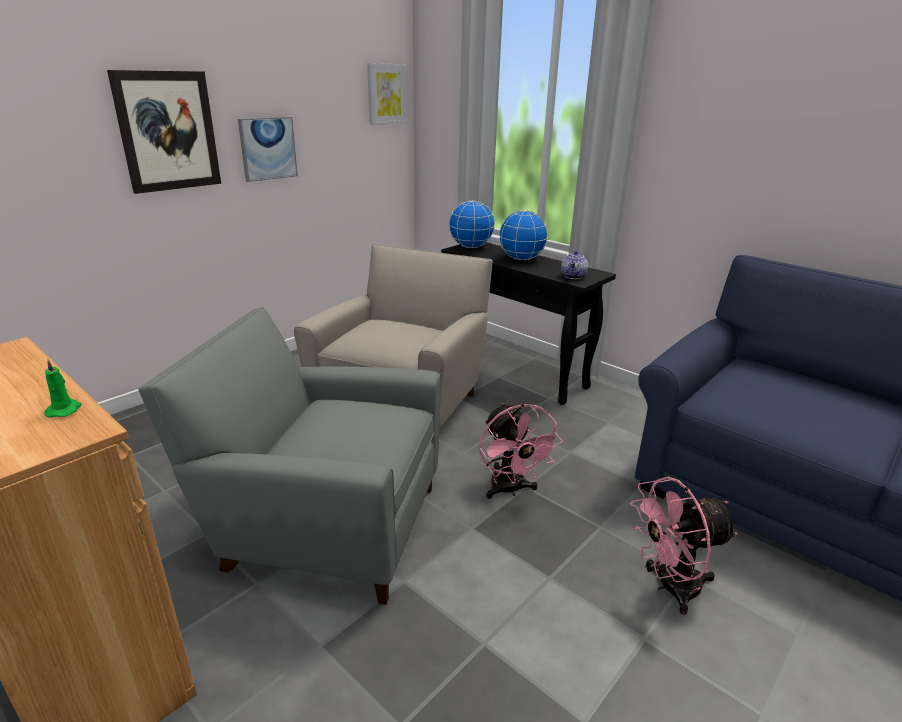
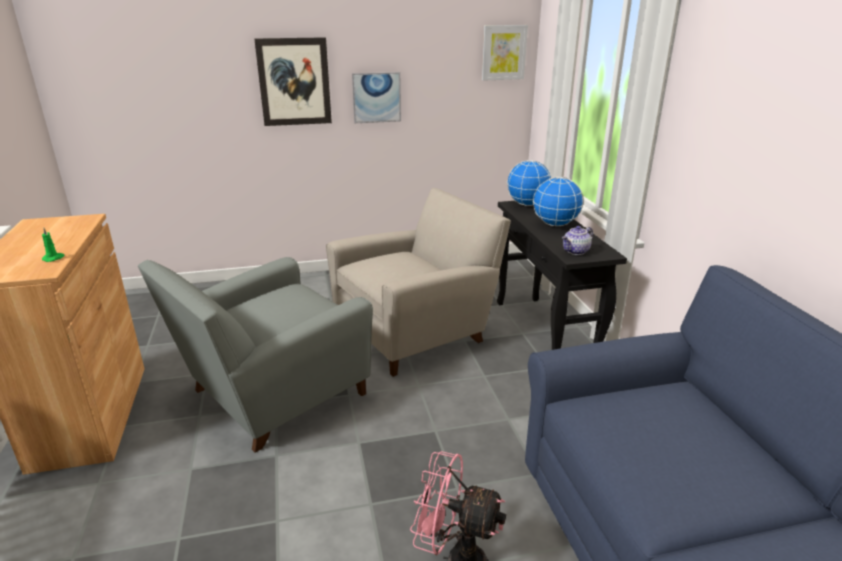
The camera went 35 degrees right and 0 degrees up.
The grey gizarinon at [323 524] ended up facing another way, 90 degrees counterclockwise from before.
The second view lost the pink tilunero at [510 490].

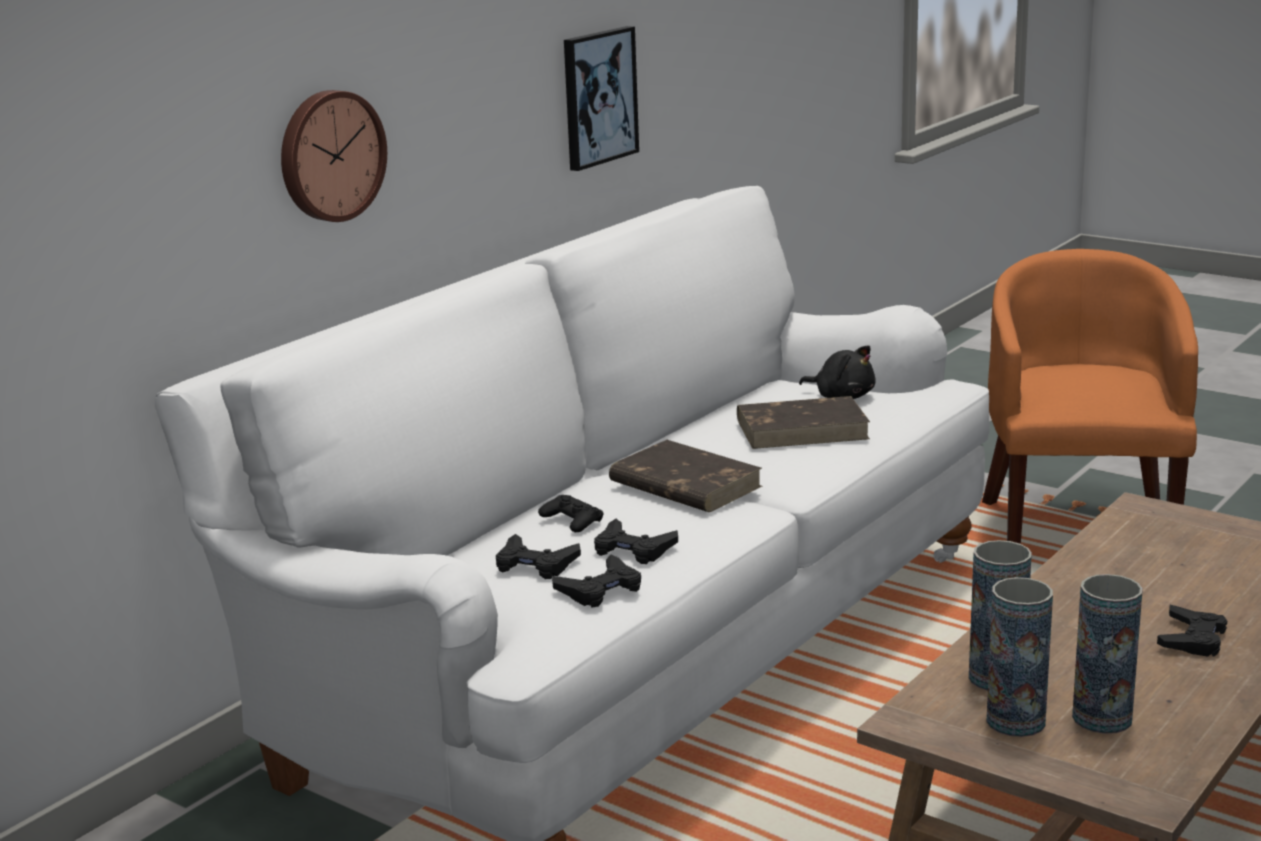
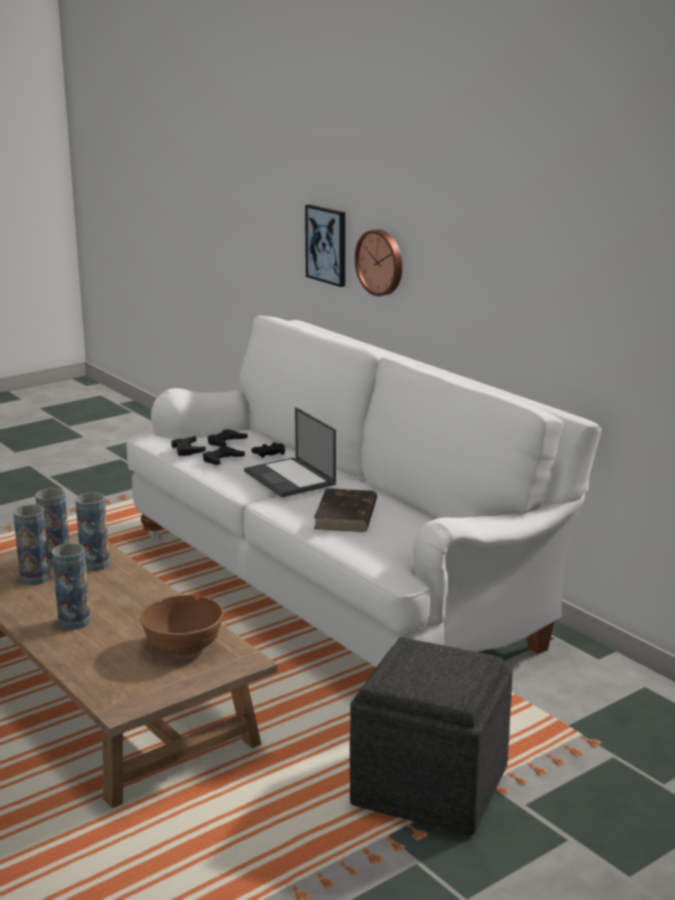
The camera went 105 degrees right and 0 degrees up.
The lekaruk ended up elsewhere, having gone from [598 97] to [327 245].
Where the orange gizarinon stood at [1079 529], the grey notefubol came to stand at [431 786].
The second view lost the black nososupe at [842 396].
Where the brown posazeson stood at [684 484], the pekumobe came to stand at [290 478].
Where the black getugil stood at [1192 639], the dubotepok came to stand at [74 622].
The second view gained the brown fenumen at [183 647].

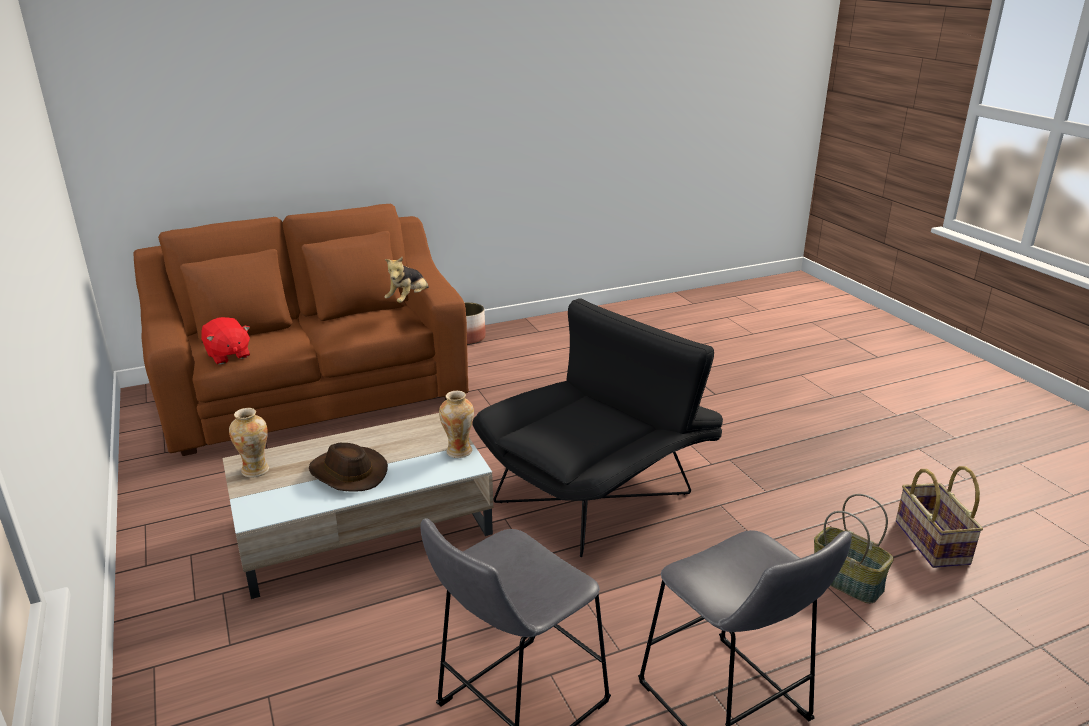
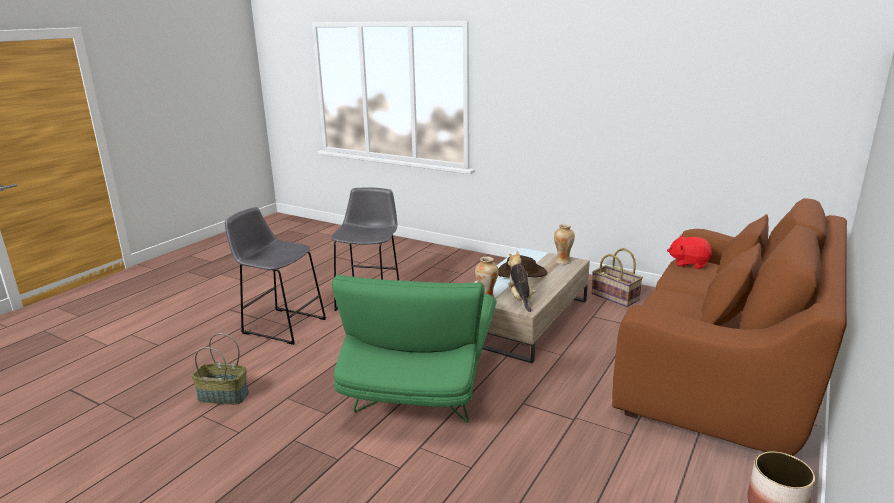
The camera went 145 degrees right and 5 degrees down.
The nososupe ended up elsewhere, having gone from [408 299] to [520 298].
What was the black gizarinon at [600 489] turned into the green gizarinon at [420 389].
The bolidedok ended up elsewhere, having gone from [930 542] to [615 297].

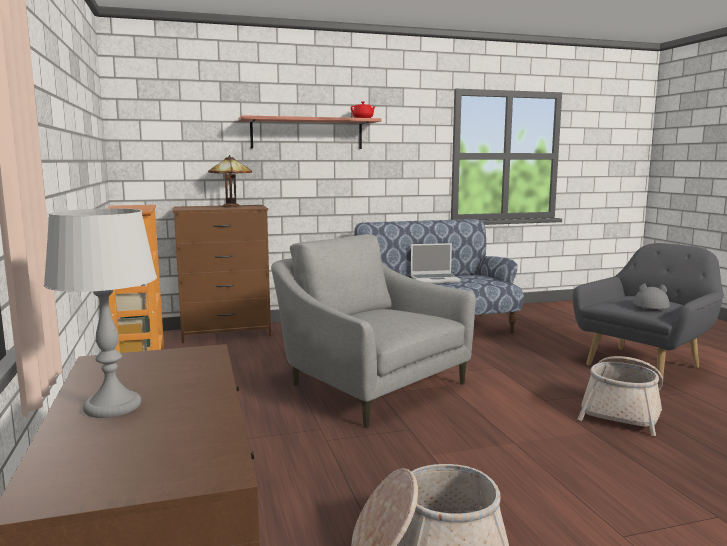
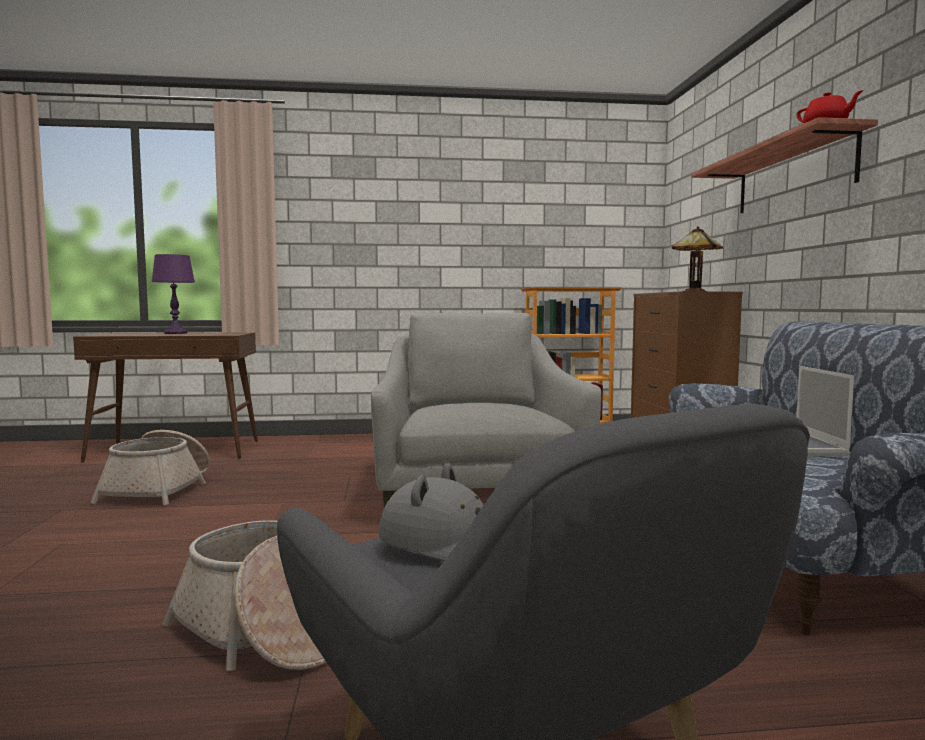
The camera went 100 degrees right and 5 degrees down.
What was the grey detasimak at [113 407] turned into the purple detasimak at [175 333].
The grey gizarinon at [368 385] ended up facing another way, 60 degrees counterclockwise from before.

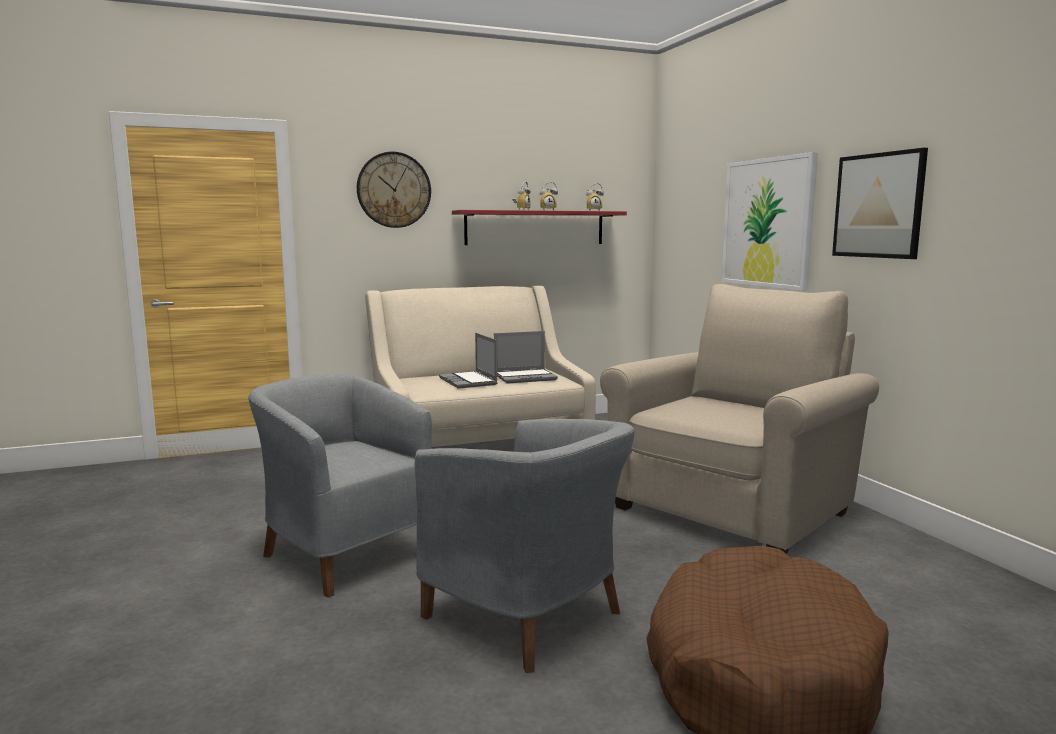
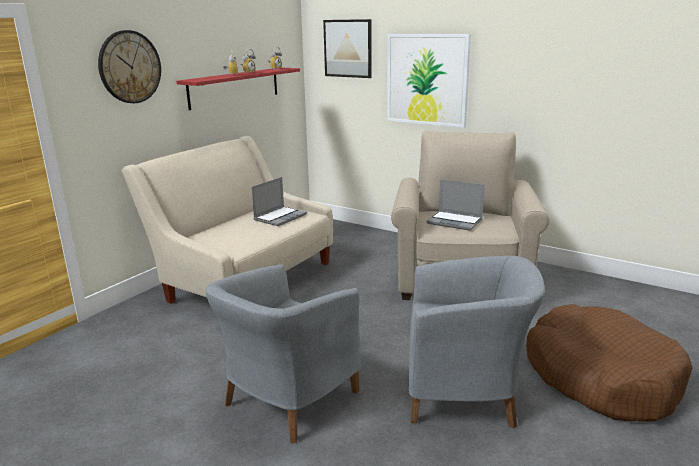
The camera went 35 degrees left and 10 degrees up.
The lekaruk ended up elsewhere, having gone from [878 205] to [348 48].
The pekumobe ended up elsewhere, having gone from [469 381] to [455 221].
The grey gizarinon at [343 552] ended up facing another way, 60 degrees counterclockwise from before.

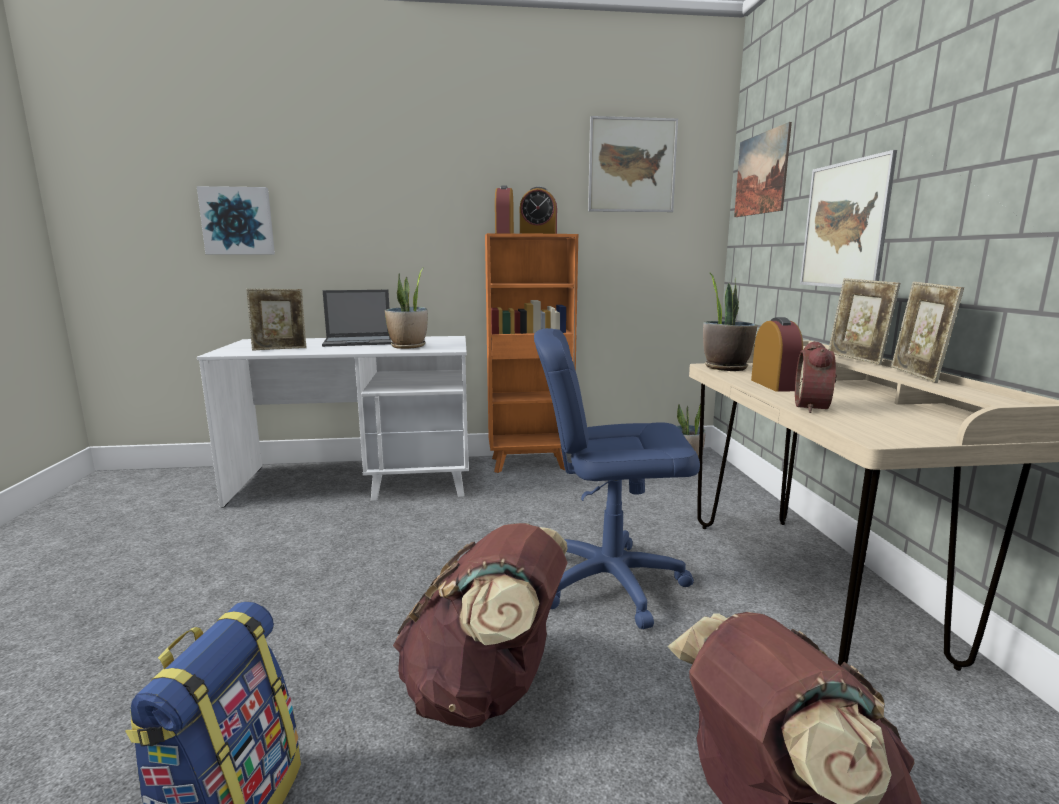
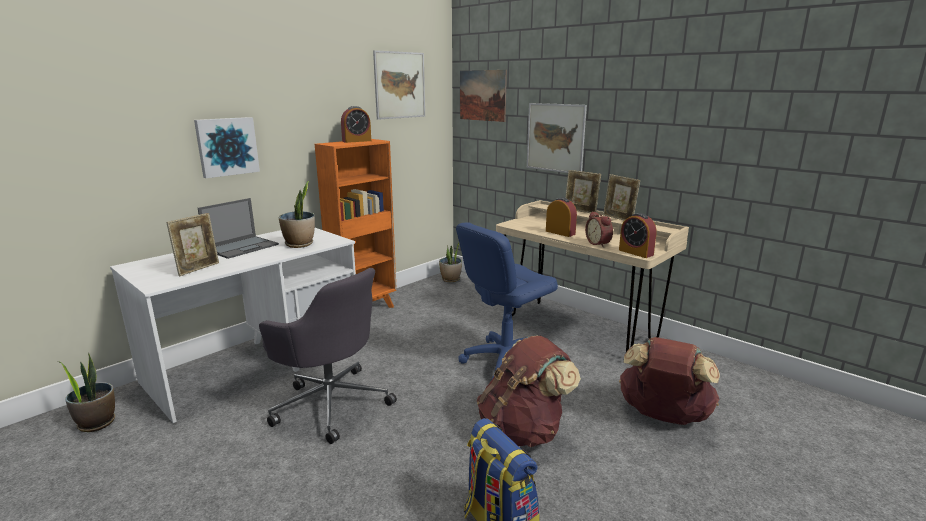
The camera went 40 degrees left and 5 degrees up.
The lekaruk ended up elsewhere, having gone from [238 221] to [227 146].
The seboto ended up elsewhere, having gone from [504 233] to [636 252].
The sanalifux ended up elsewhere, having gone from [725 368] to [97 423].
The second view gained the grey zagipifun at [331 403].

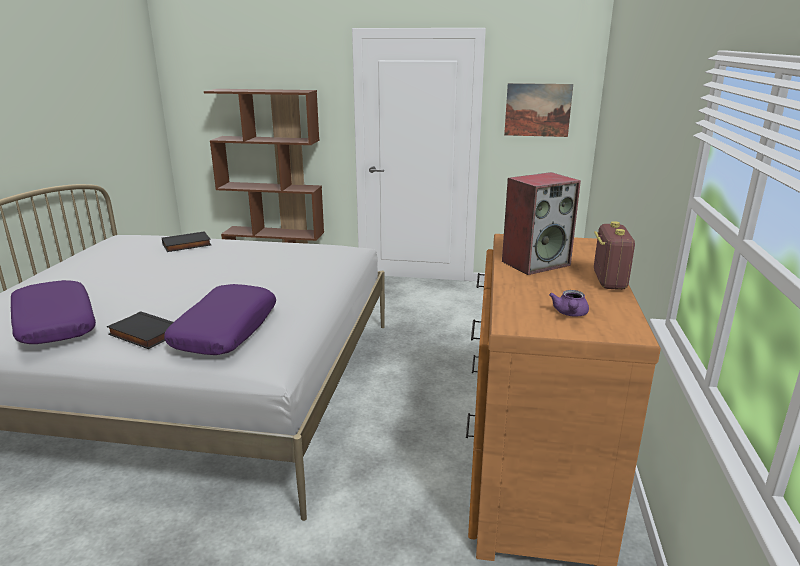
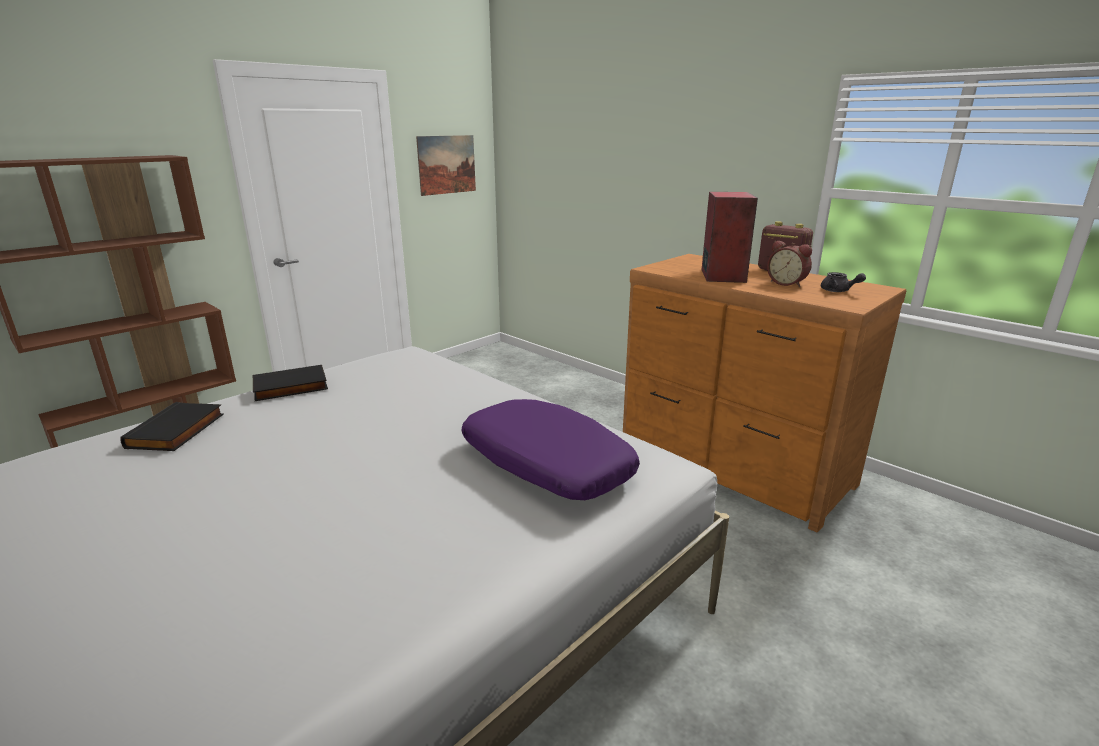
The camera went 55 degrees left and 0 degrees up.
The second view lost the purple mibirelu at [54 323].
What was the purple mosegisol at [570 314] turned into the grey mosegisol at [838 291].
The black posazeson ended up elsewhere, having gone from [143 334] to [290 388].
The second view gained the seboto at [787 283].

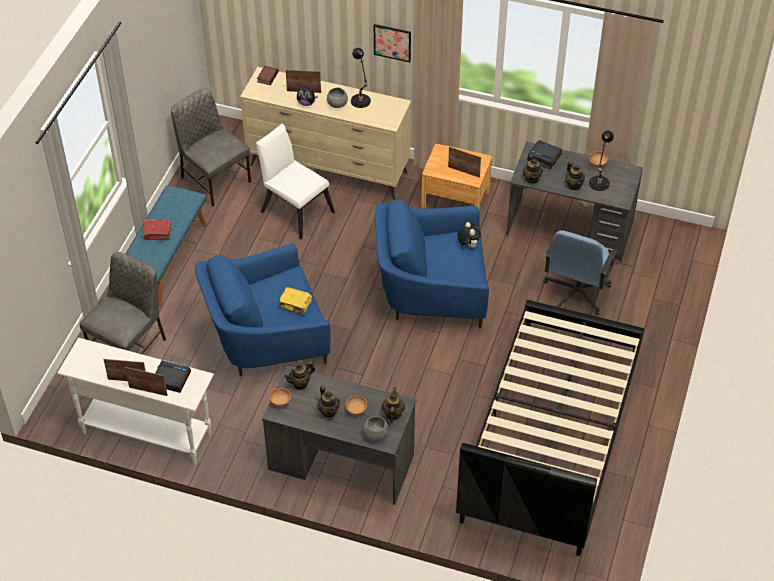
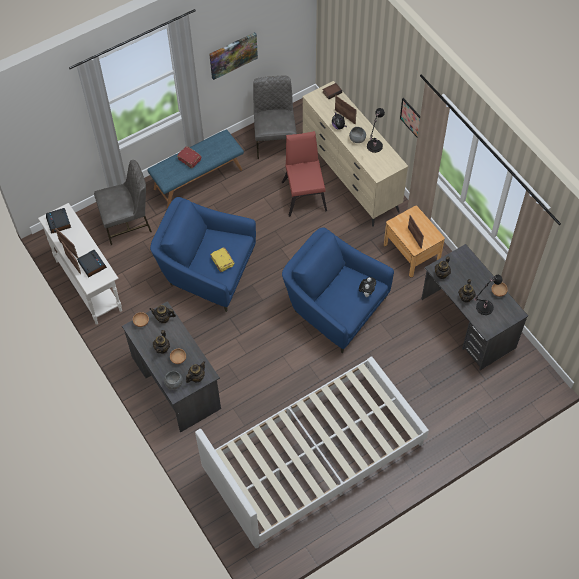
The camera went 40 degrees right and 10 degrees up.
What was the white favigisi at [295 209] turned into the red favigisi at [304 193].
The seboto ended up elsewhere, having gone from [544 157] to [59 223].
The second view lost the blue zagipifun at [576 293].
What was the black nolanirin at [550 436] turned into the white nolanirin at [314 458].
The second view gained the lekaruk at [233 55].

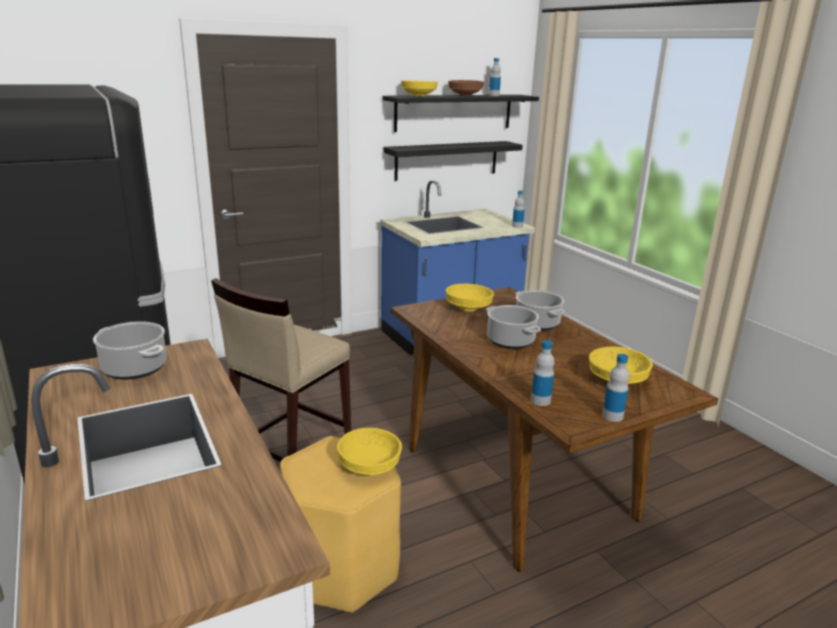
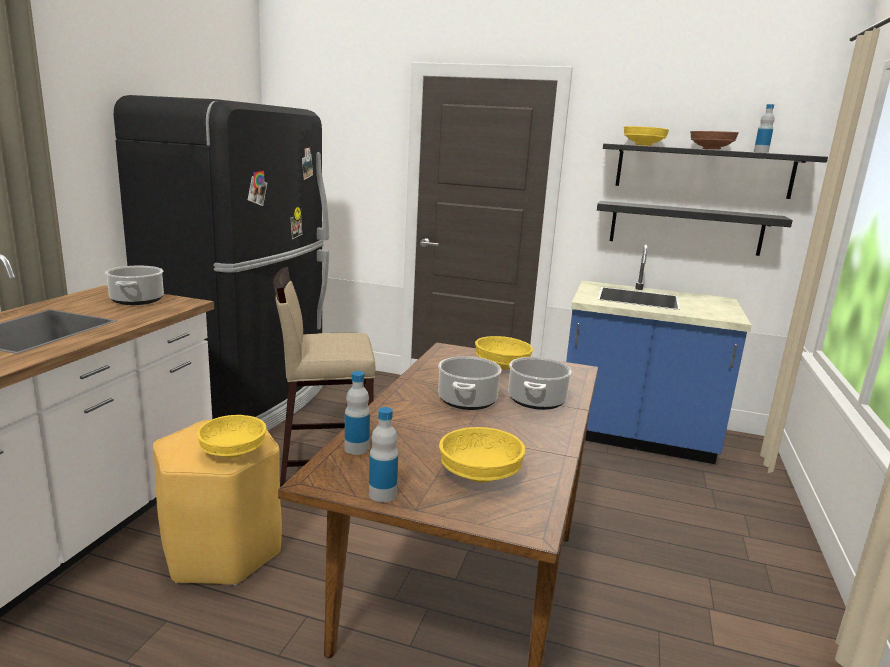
The camera went 45 degrees right and 5 degrees down.
The second view lost the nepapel at [517 226].

